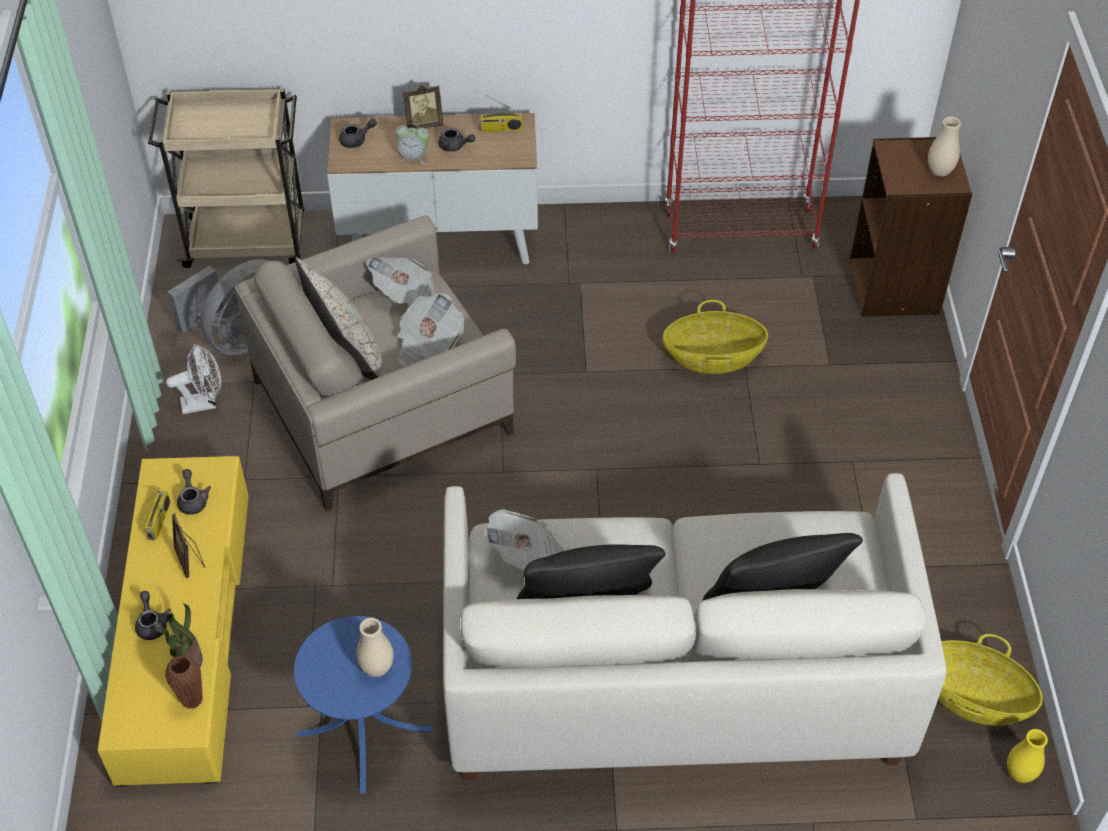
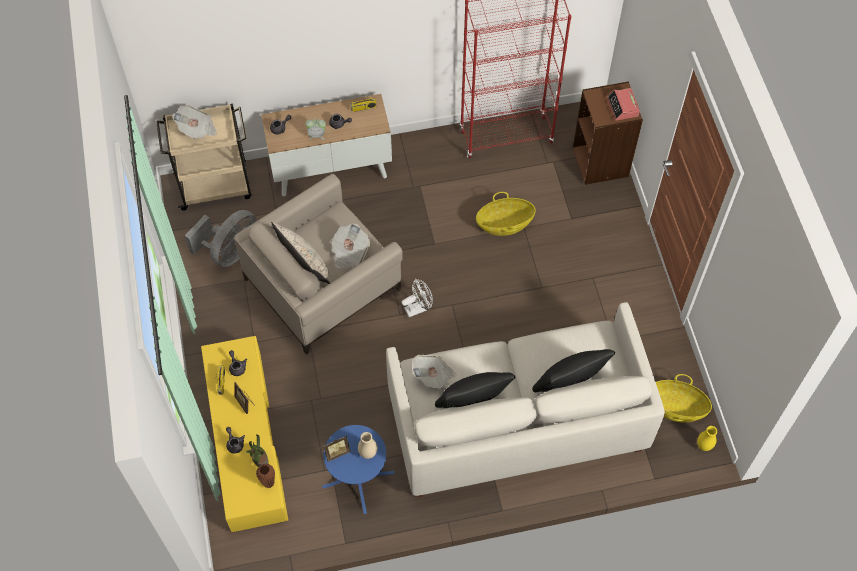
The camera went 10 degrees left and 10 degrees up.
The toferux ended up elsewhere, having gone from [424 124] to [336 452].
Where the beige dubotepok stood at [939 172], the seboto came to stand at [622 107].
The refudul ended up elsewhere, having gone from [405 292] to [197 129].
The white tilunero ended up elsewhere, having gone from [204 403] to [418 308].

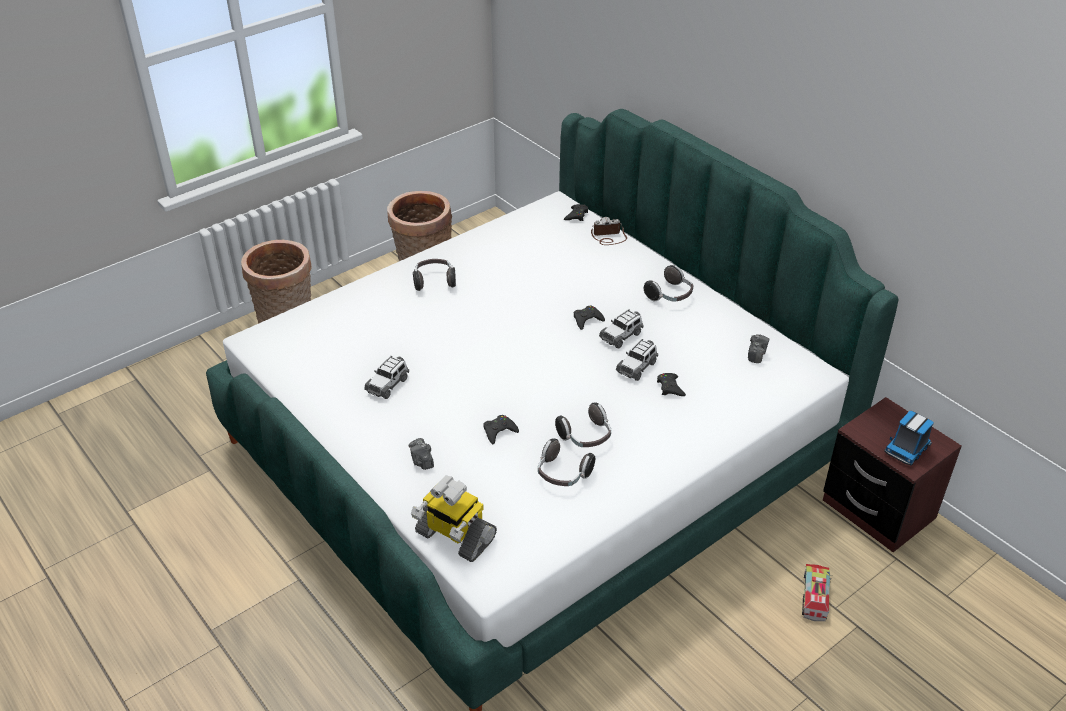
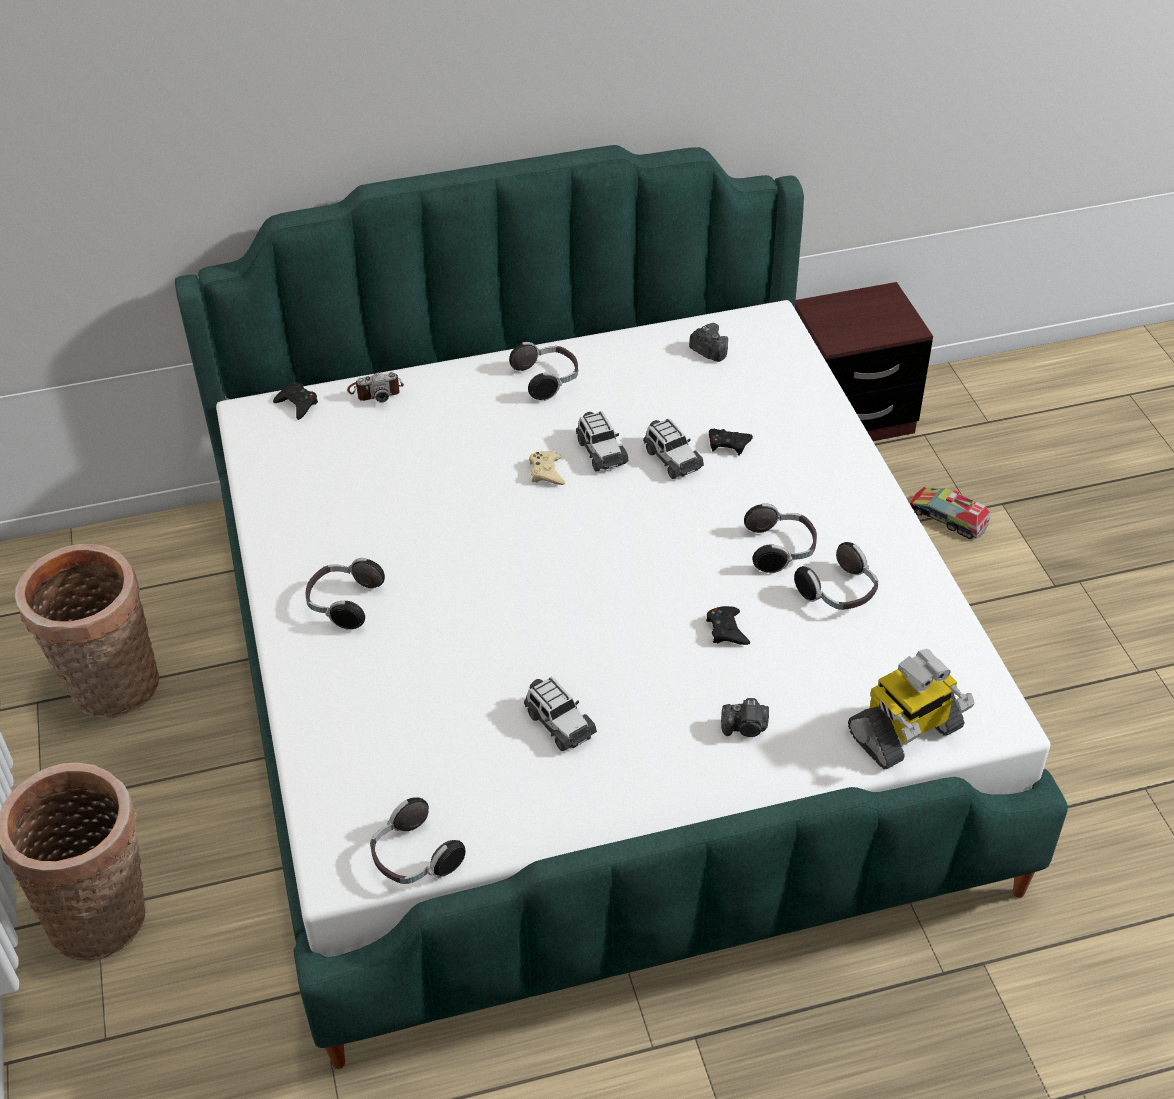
The camera went 65 degrees left and 5 degrees up.
The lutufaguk at [608 237] ended up facing another way, 120 degrees counterclockwise from before.
What was the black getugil at [587 320] turned into the beige getugil at [546 472].
The second view lost the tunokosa at [907 448].
The second view gained the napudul at [414 858].

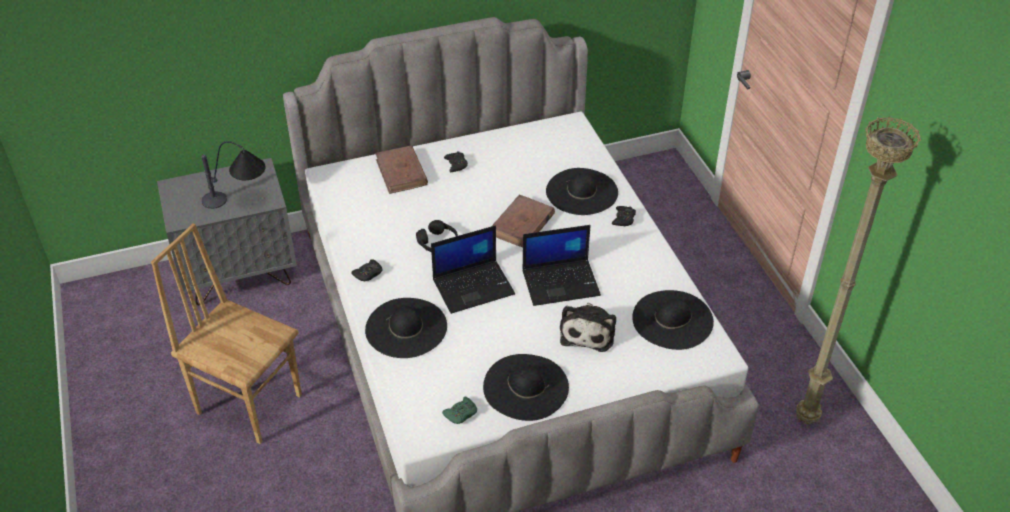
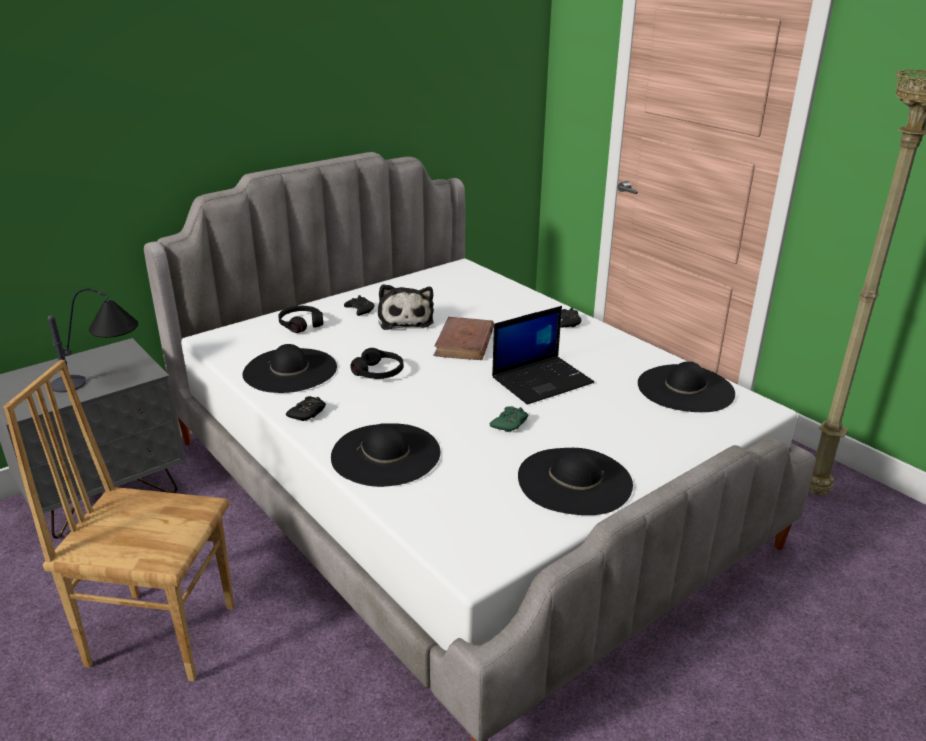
The camera went 20 degrees left and 15 degrees down.
Where the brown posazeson stood at [401 172], the black napudul came to stand at [301 324].
The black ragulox ended up elsewhere, having gone from [582 192] to [290 370].
The second view lost the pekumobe at [474 286].
The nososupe ended up elsewhere, having gone from [588 331] to [405 319].
The green getugil ended up elsewhere, having gone from [461 414] to [509 423].

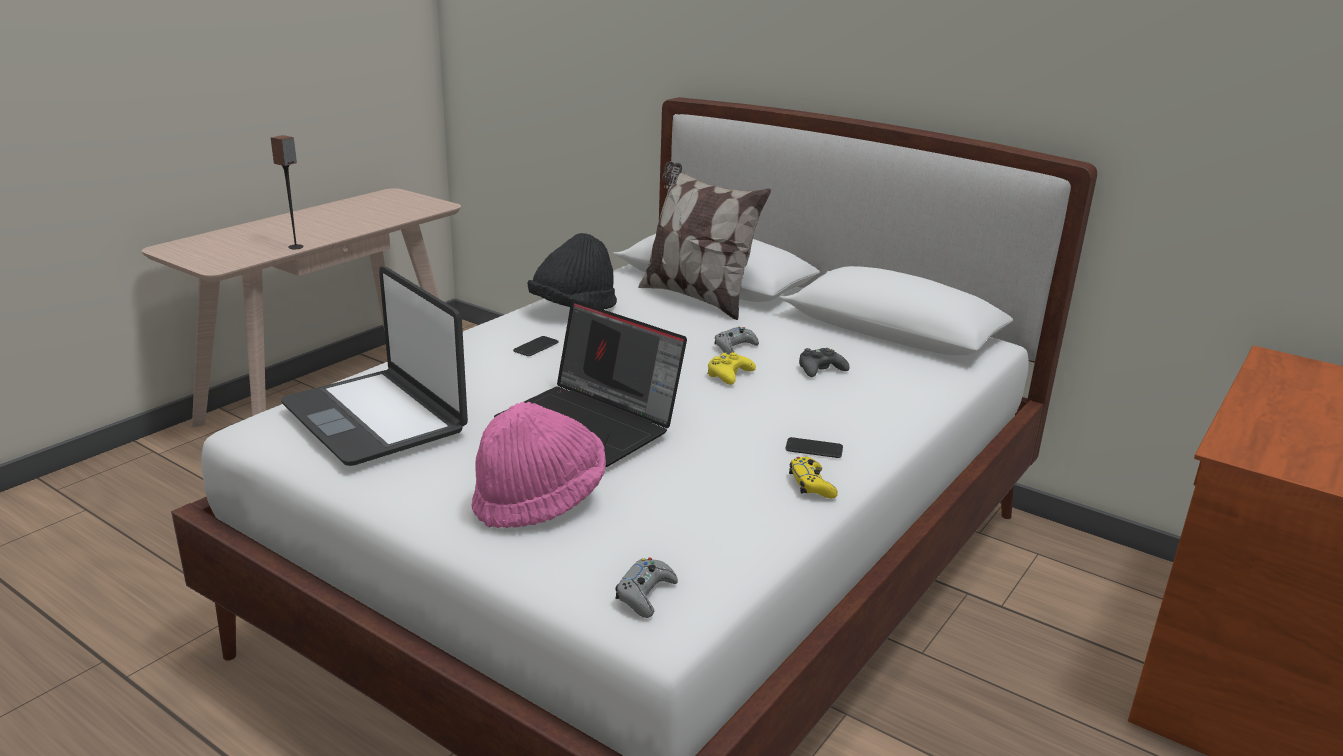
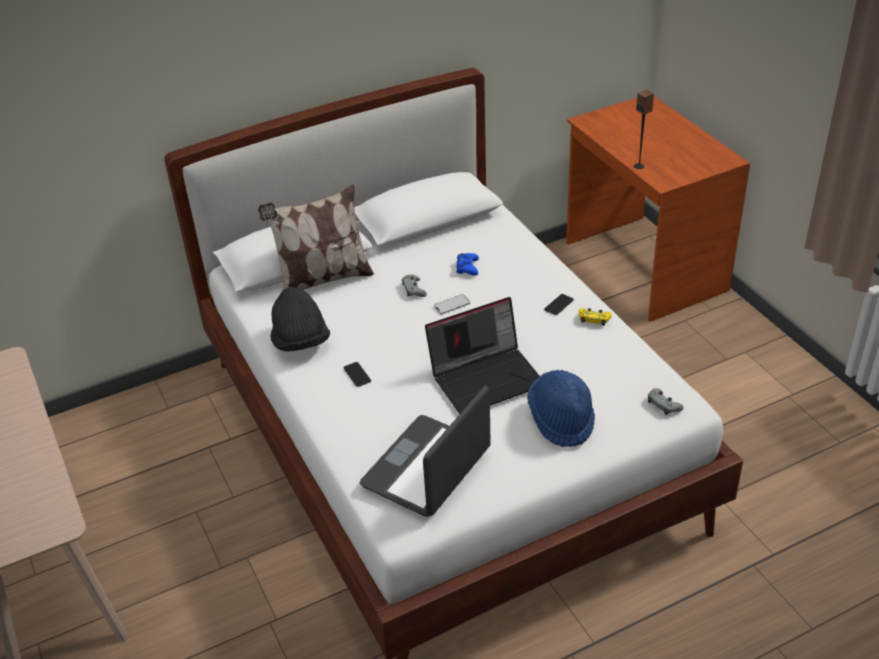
The camera went 60 degrees left and 15 degrees up.
The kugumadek ended up elsewhere, having gone from [296 247] to [639 166].
The pekumobe at [376 417] ended up facing another way, 135 degrees clockwise from before.
What was the black getugil at [820 369] turned into the blue getugil at [467 268].
Where the yellow getugil stood at [729 375], the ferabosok came to stand at [452 305].
What was the pink ragulox at [539 500] turned into the blue ragulox at [561 419].

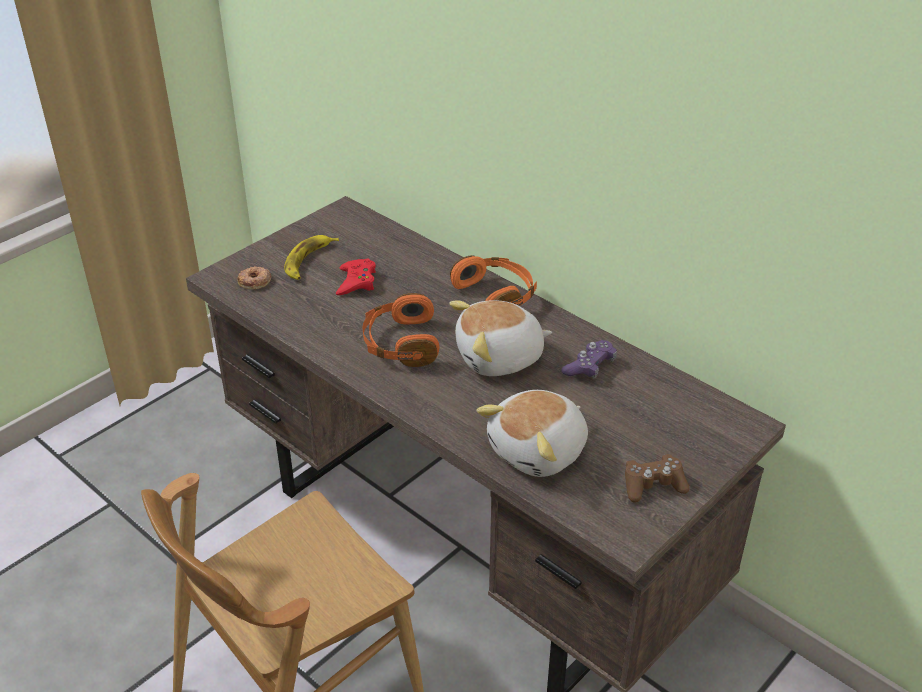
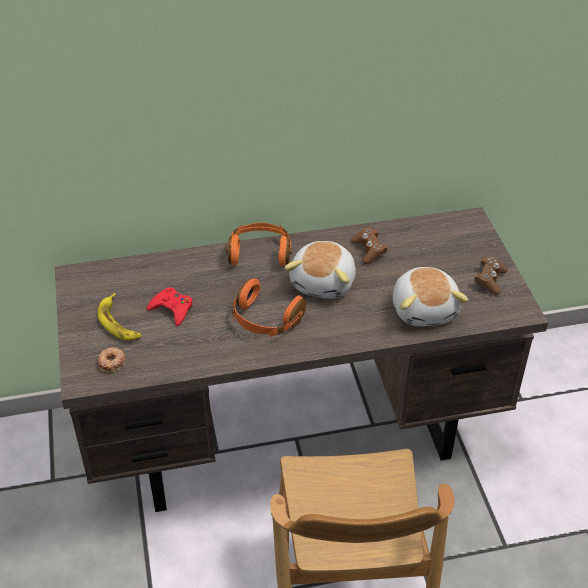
The camera went 55 degrees left and 5 degrees up.
What was the purple getugil at [589 367] turned into the brown getugil at [369 250].

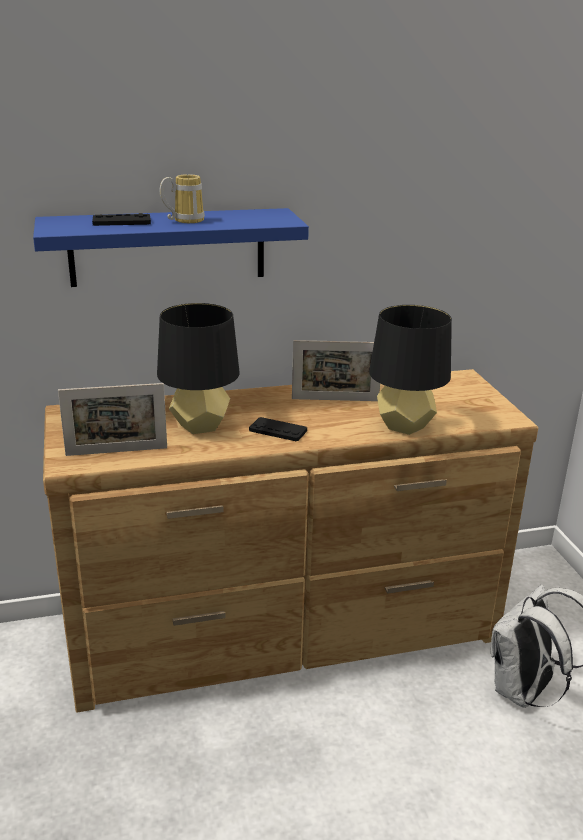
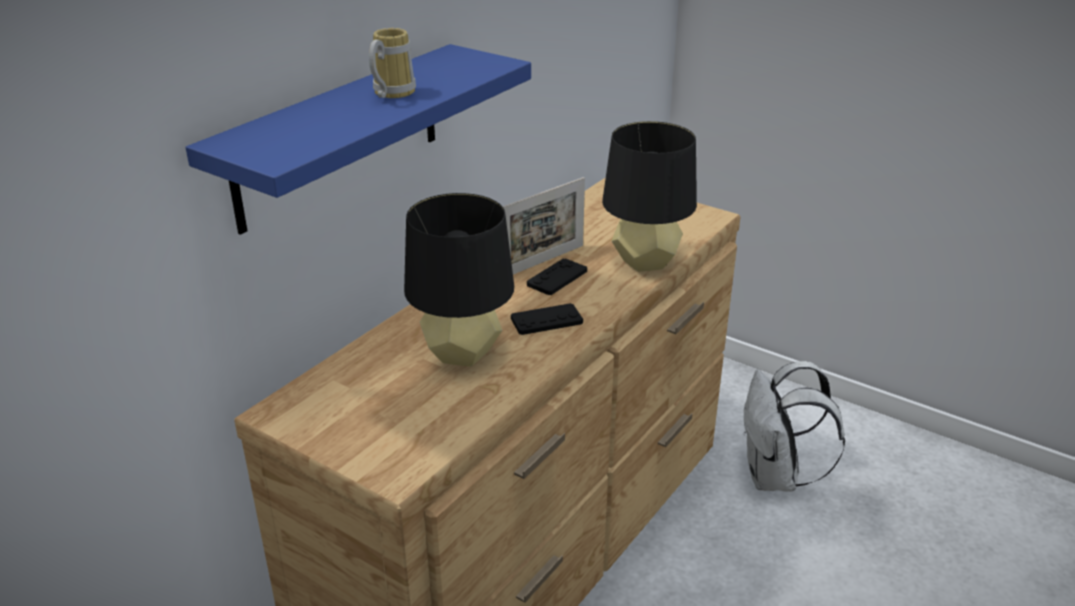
The camera went 40 degrees left and 5 degrees up.
The black getugil ended up elsewhere, having gone from [121 221] to [557 278].
The second view lost the toferux at [117 451].

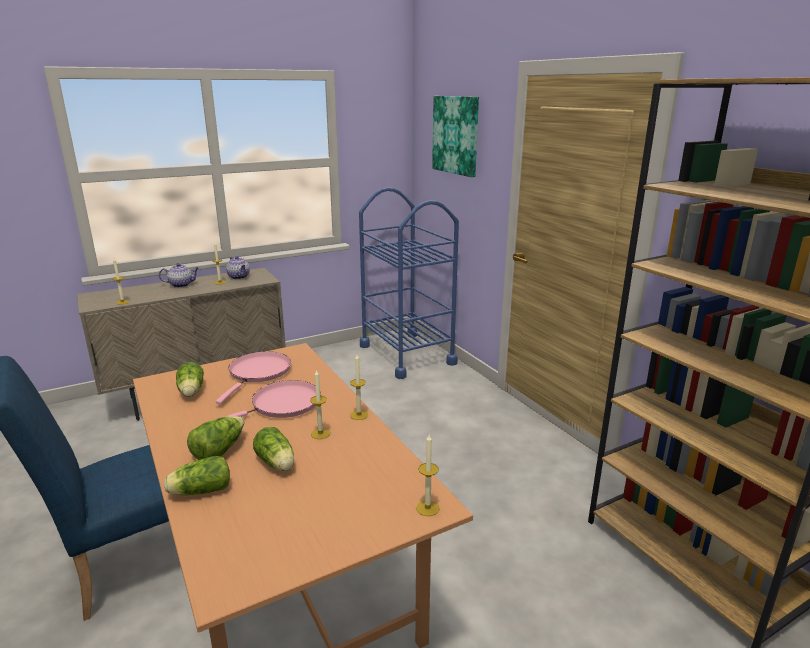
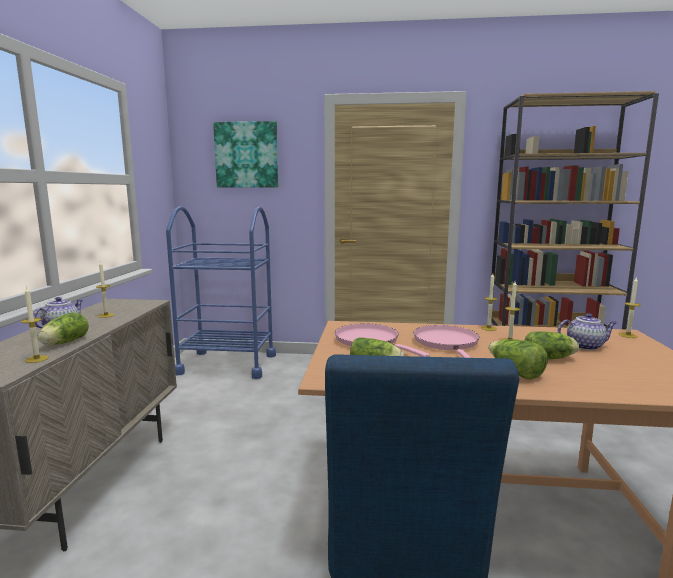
The camera went 55 degrees left and 10 degrees down.
The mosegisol ended up elsewhere, having gone from [239 277] to [585 346].
The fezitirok ended up elsewhere, having gone from [199 491] to [63 343].

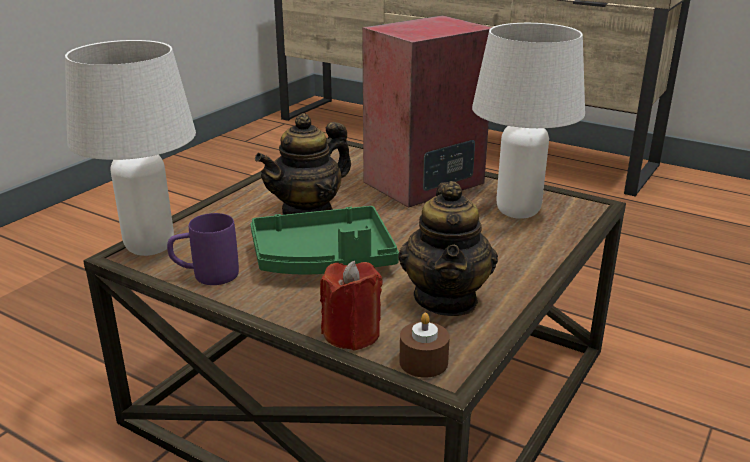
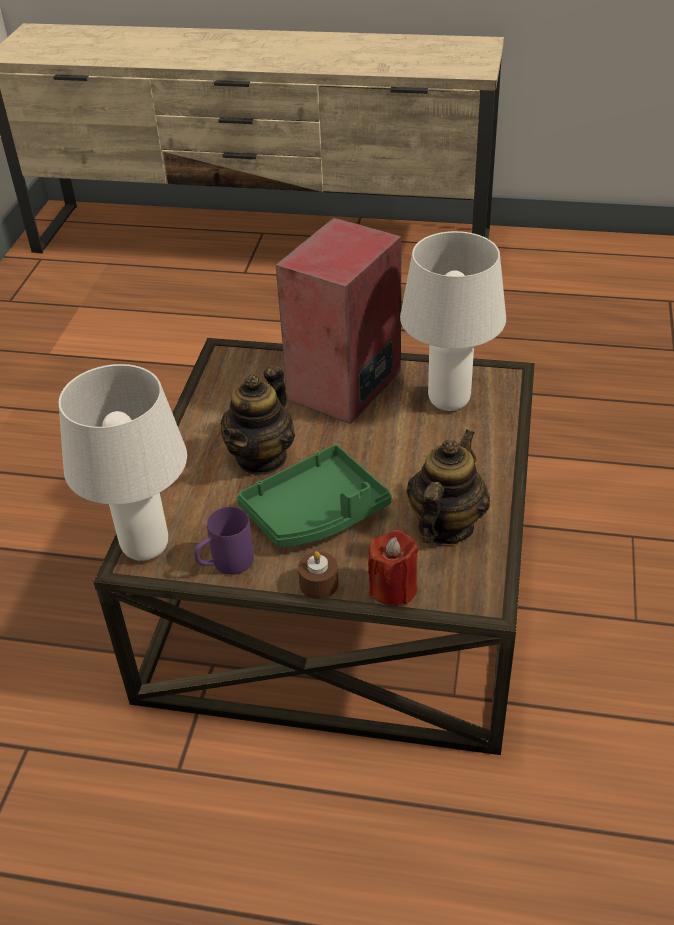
The camera went 20 degrees left and 15 degrees up.
The mosegisol at [446 299] ended up facing another way, 135 degrees counterclockwise from before.
The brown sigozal ended up elsewhere, having gone from [423 362] to [319 583].

